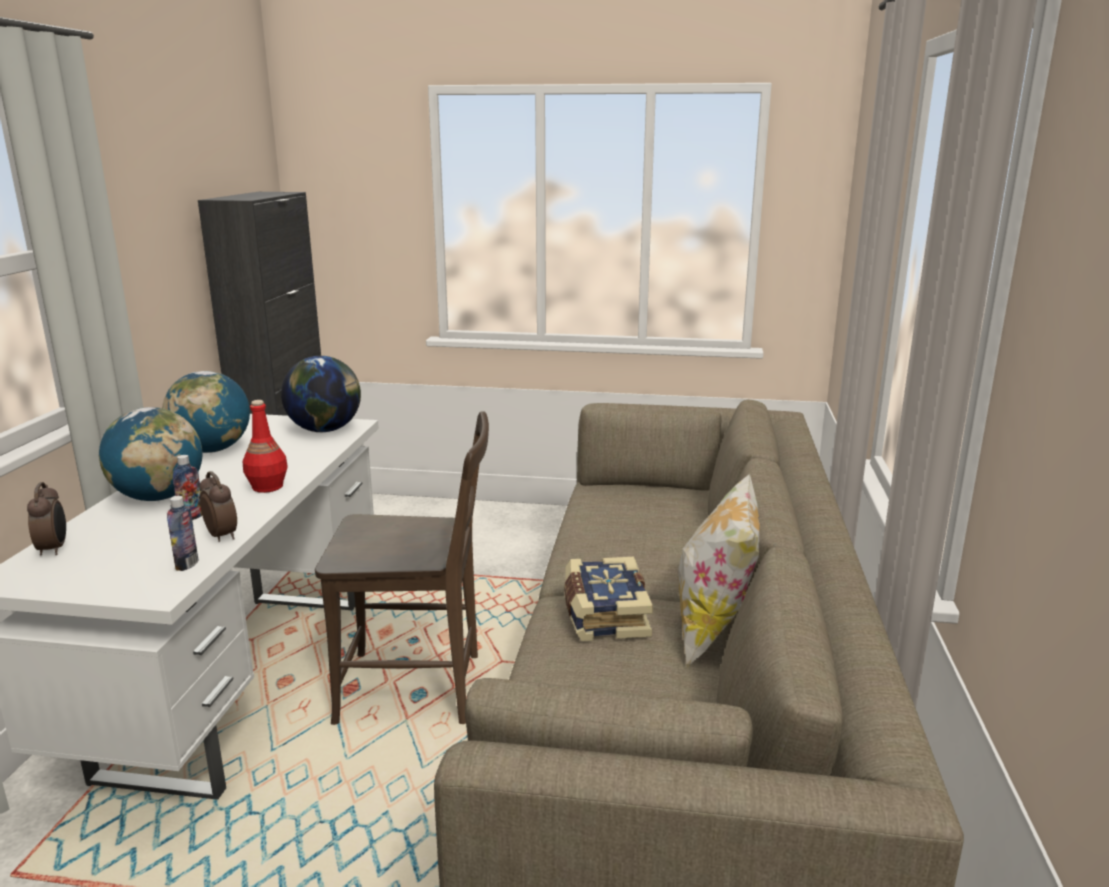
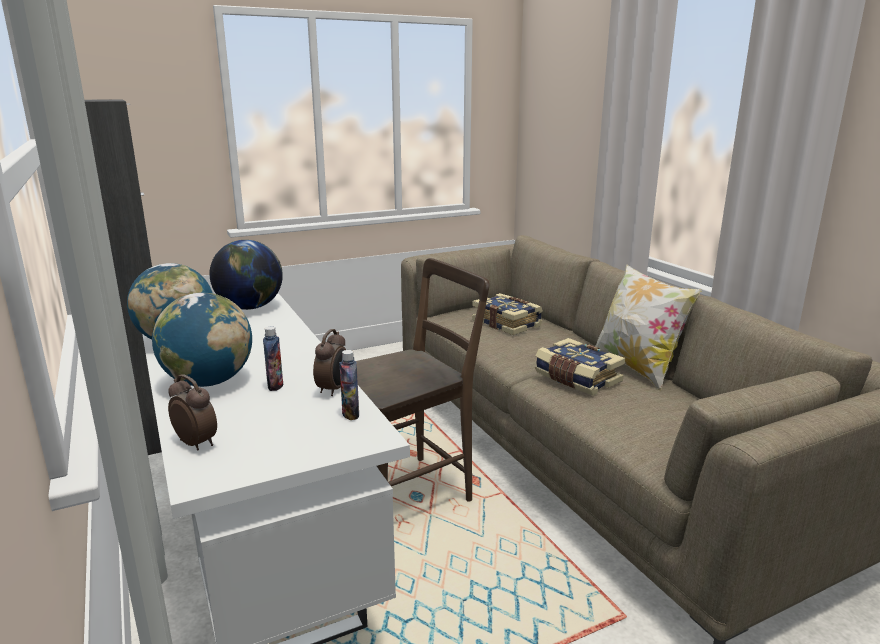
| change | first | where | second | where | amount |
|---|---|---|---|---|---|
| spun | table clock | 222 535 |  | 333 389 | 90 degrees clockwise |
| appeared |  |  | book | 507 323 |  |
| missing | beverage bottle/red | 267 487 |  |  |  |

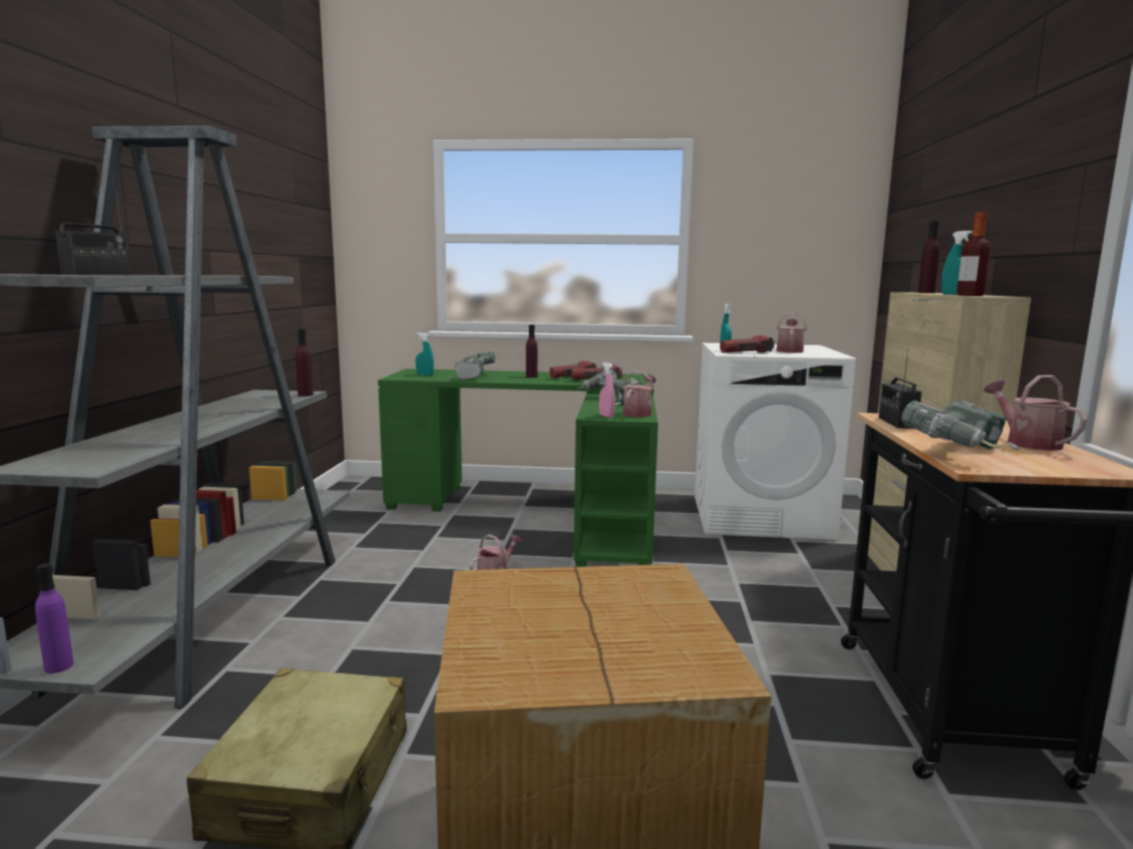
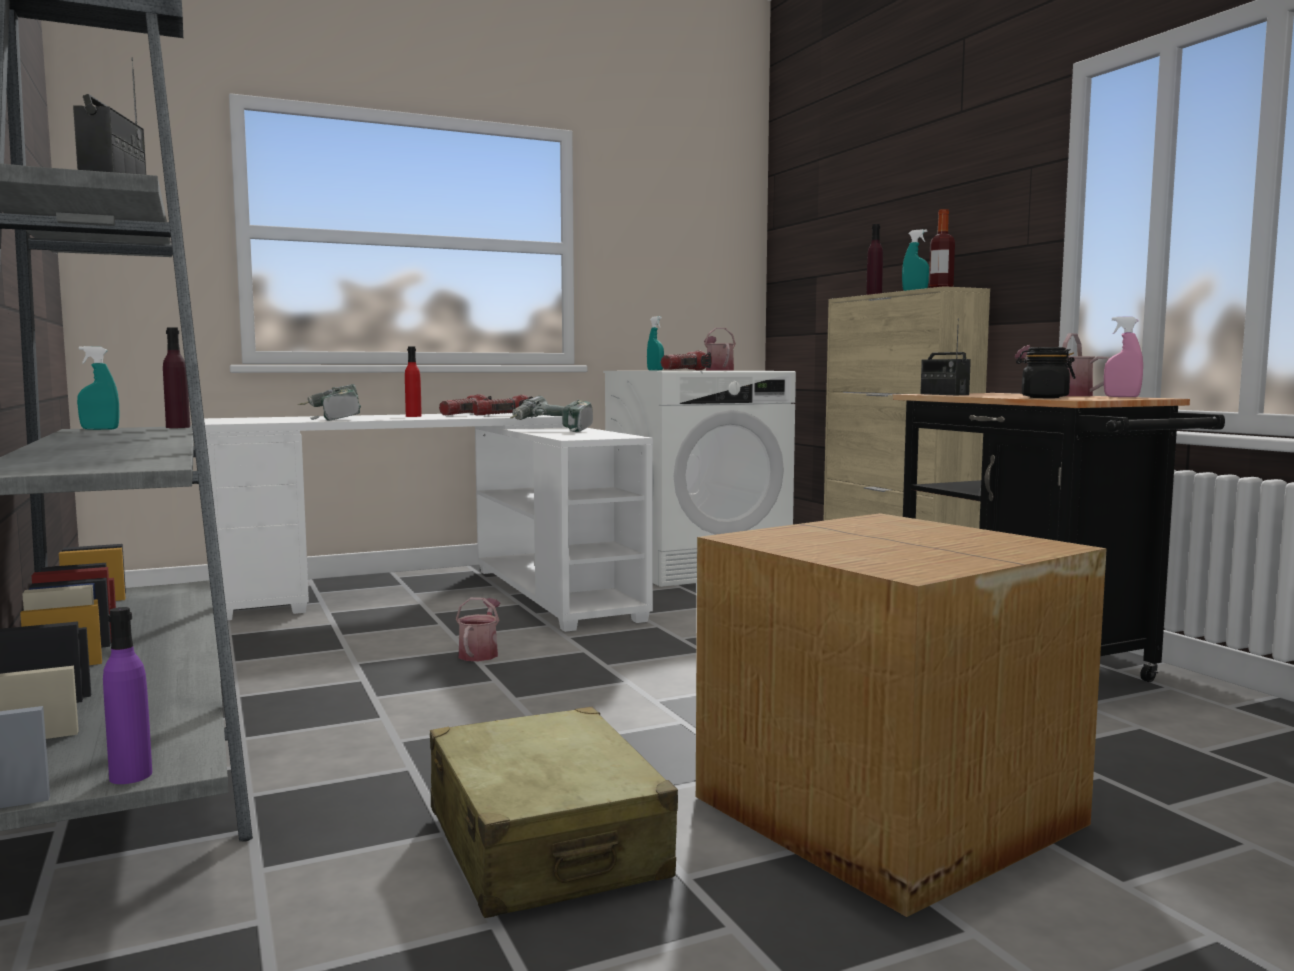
| change | first | where | second | where | amount |
|---|---|---|---|---|---|
| relocated | spray bottle/blue-green | 425 374 |  | 100 429 |  |
| colour | desk table/green-coloured | 543 511 | desk table/white | 448 594 |  |
| colour | beverage bottle/purplish | 531 377 | beverage bottle/red | 413 416 |  |
| exchanged | drill | 962 453 | storage jar/black-coloured | 1044 397 |  |
| relocated | spray bottle/pink | 606 416 |  | 1121 397 |  |
| missing | watering pot | 638 413 |  |  |  |

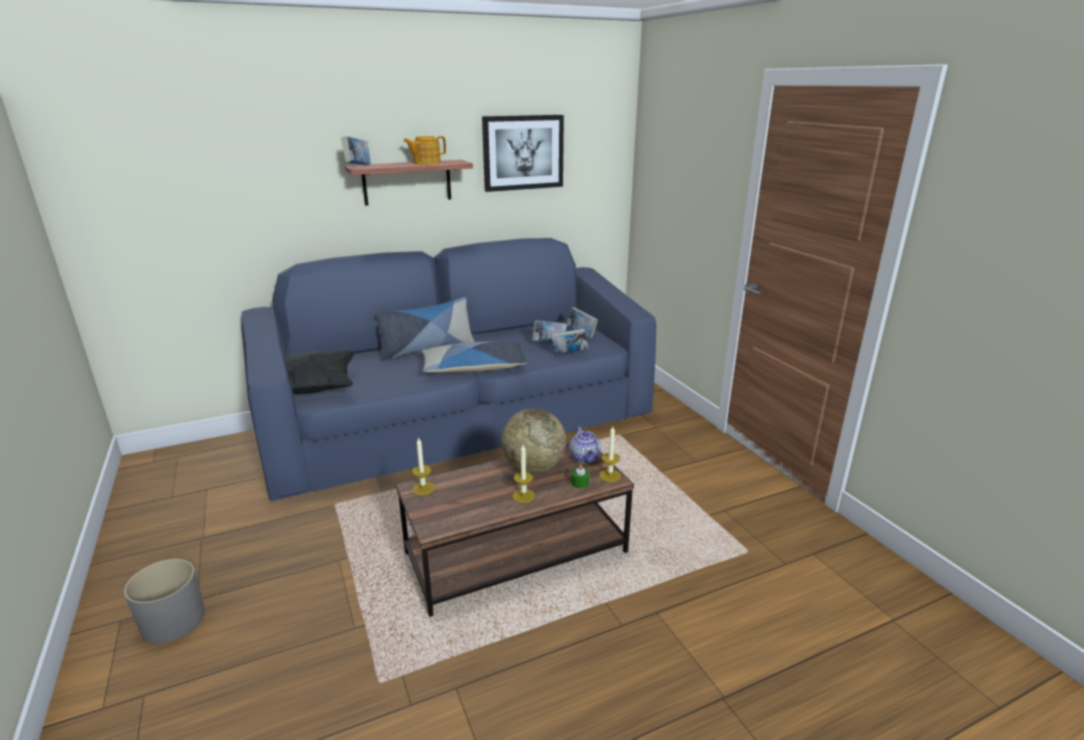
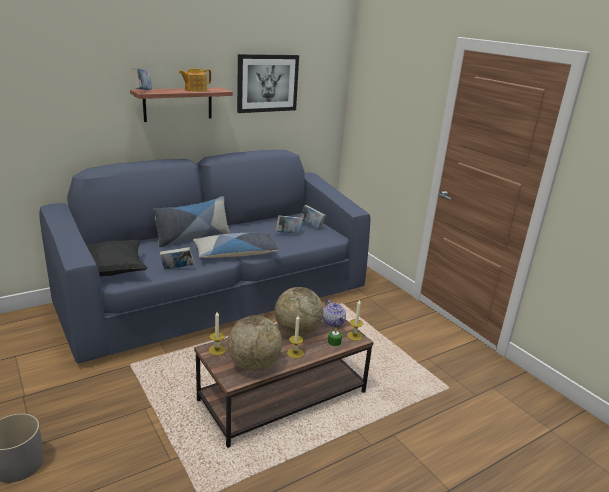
| change | first | where | second | where | amount |
|---|---|---|---|---|---|
| relocated | book | 569 354 |  | 177 269 |  |
| appeared |  |  | desk globe | 254 364 |  |

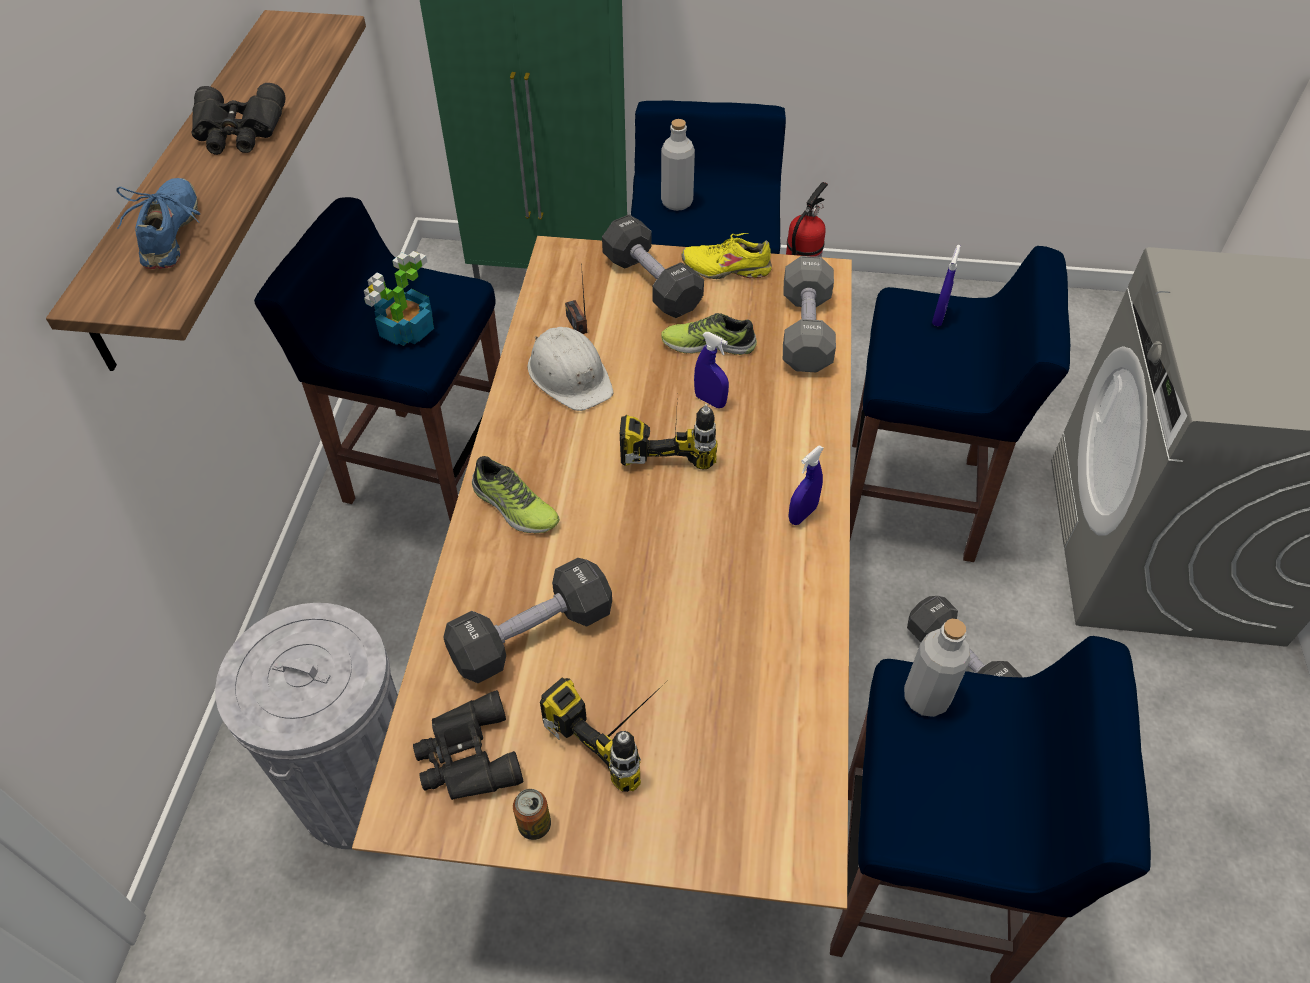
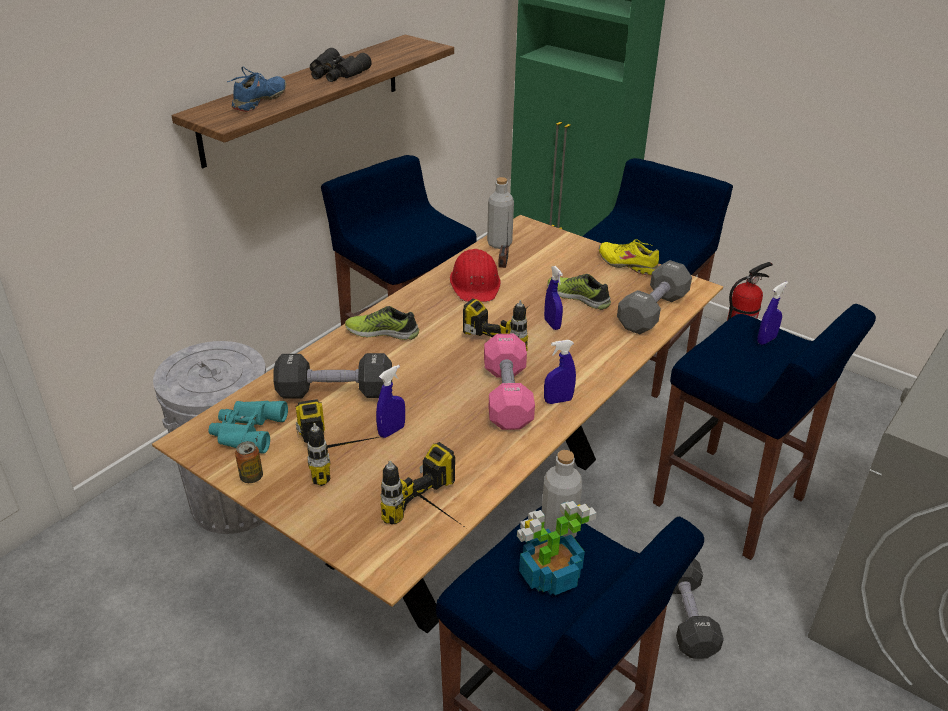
| change | first | where | second | where | amount |
|---|---|---|---|---|---|
| colour | pair of binoculars/black-coloured | 466 757 | pair of binoculars/blue-green | 246 431 |  |
| spun | shoe | 514 507 |  | 382 332 | 120 degrees clockwise |
| appeared |  |  | spray bottle/bluish | 391 431 |  |
| appeared |  |  | drill | 437 517 |  |
| colour | safety helmet/white | 570 375 | safety helmet/red | 475 284 |  |
| appeared |  |  | free weight/pink | 507 396 |  |
| relocated | beverage bottle/greyish | 677 202 |  | 499 243 |  |
| relocated | houseplant | 406 331 |  | 549 574 |  |
| missing | free weight/black-coloured | 652 284 |  |  |  |

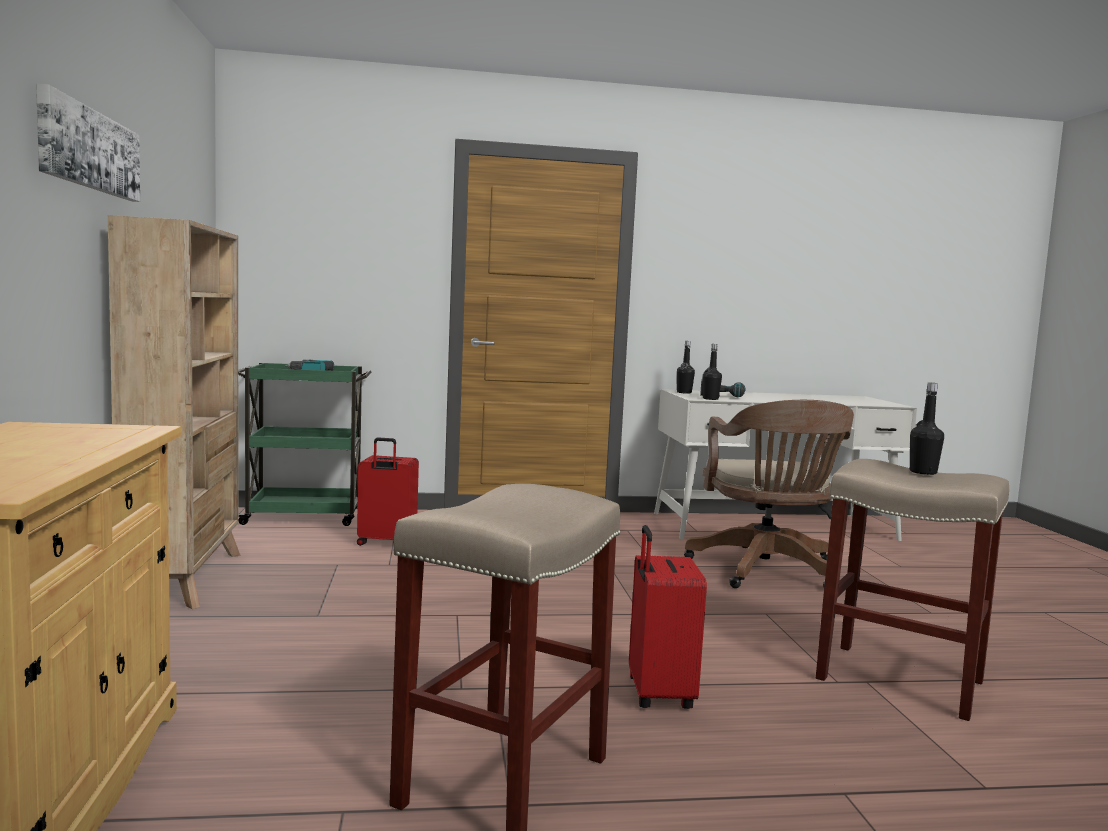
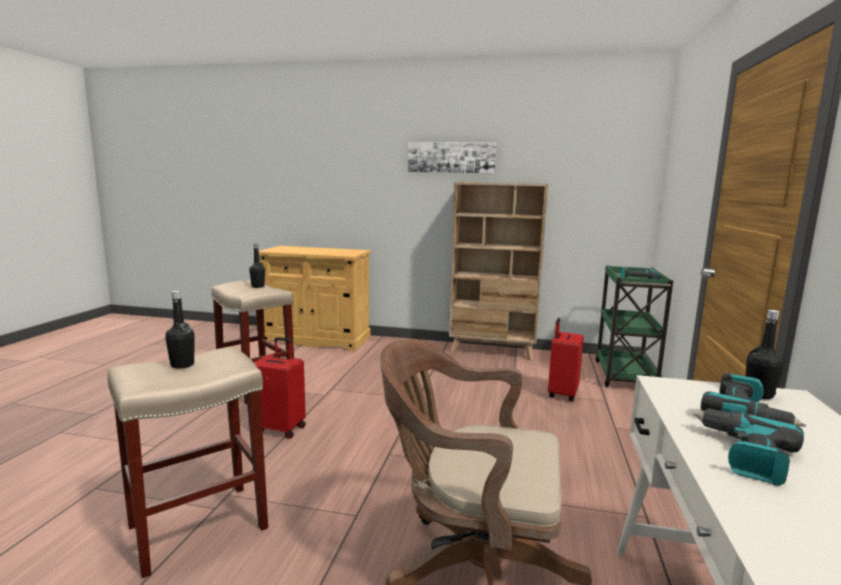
| change | first | where | second | where | amount |
|---|---|---|---|---|---|
| relocated | beverage bottle/black-coloured | 710 399 |  | 258 286 |  |
| appeared |  |  | drill | 744 455 |  |

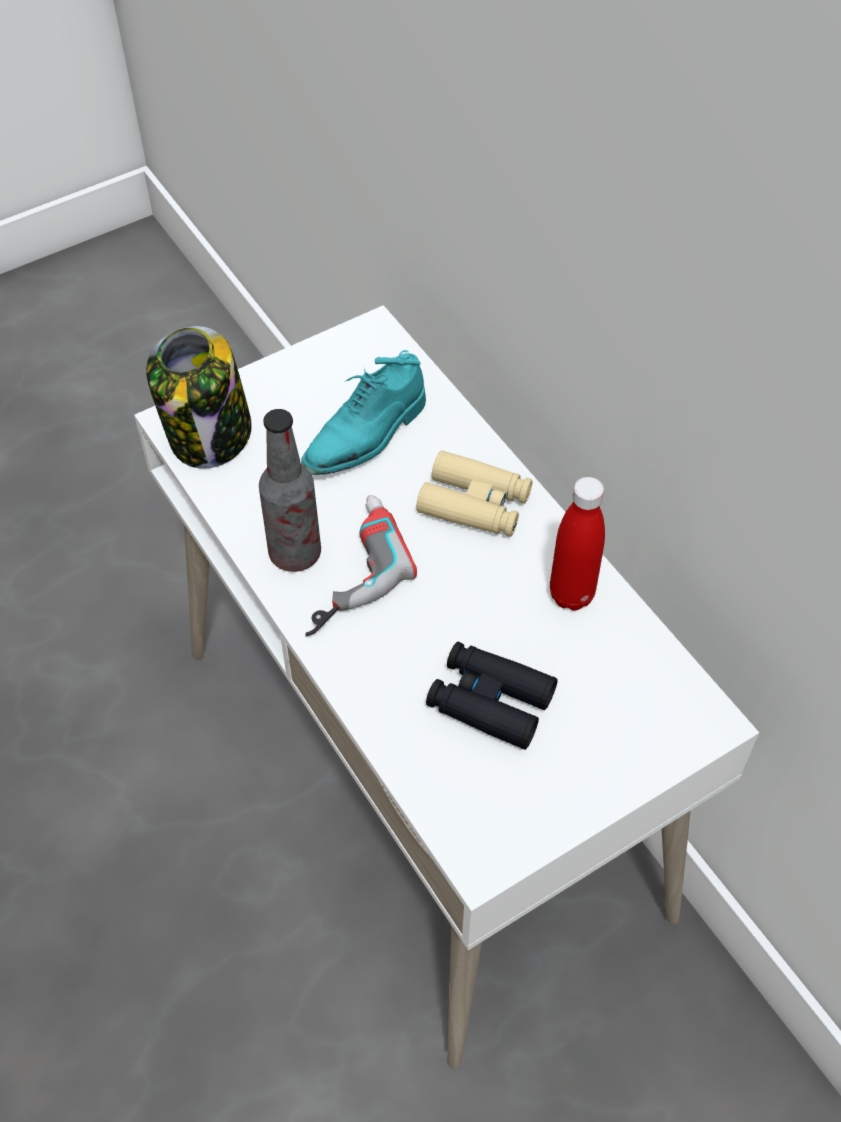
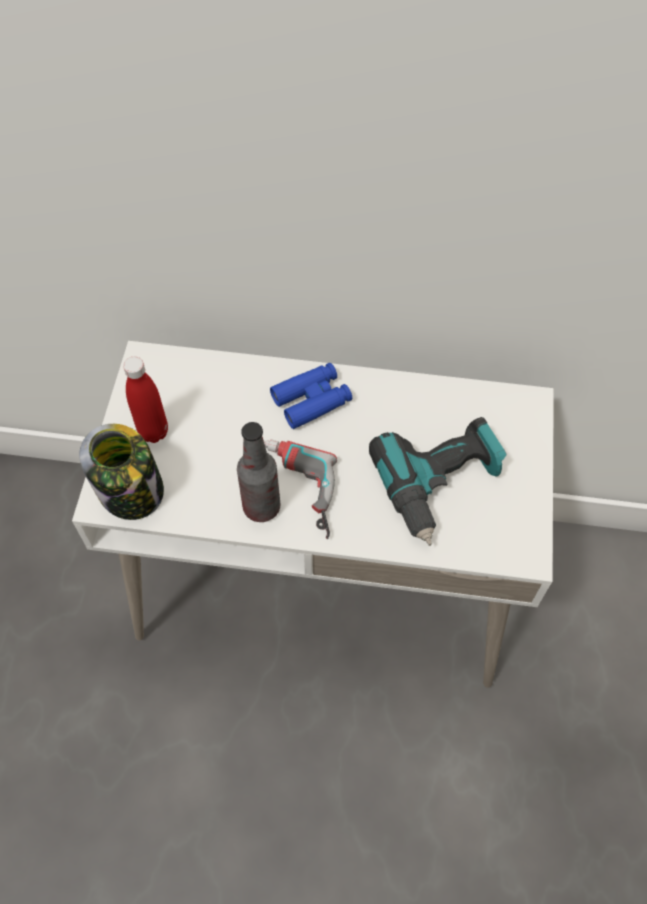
| change | first | where | second | where | amount |
|---|---|---|---|---|---|
| relocated | beverage bottle/red | 571 595 |  | 153 432 |  |
| colour | pair of binoculars/beige-coloured | 475 504 | pair of binoculars/bluish | 311 400 |  |
| exchanged | pair of binoculars/black-coloured | 490 701 | drill | 440 484 |  |
| missing | shoe/blue-green | 366 436 |  |  |  |

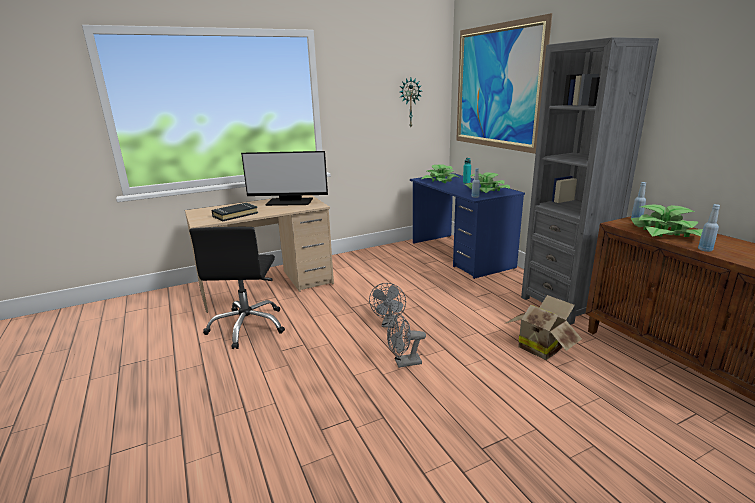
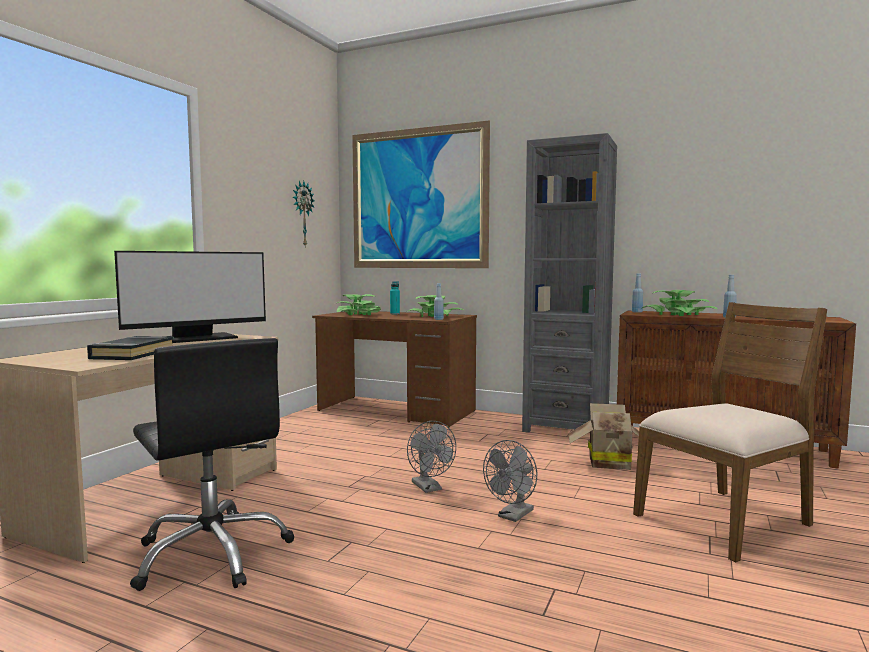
| change | first | where | second | where | amount |
|---|---|---|---|---|---|
| colour | desk table/bluish | 460 255 | desk table/brown-coloured | 396 411 |  |
| appeared |  |  | chair/brown-coloured | 725 520 |  |

